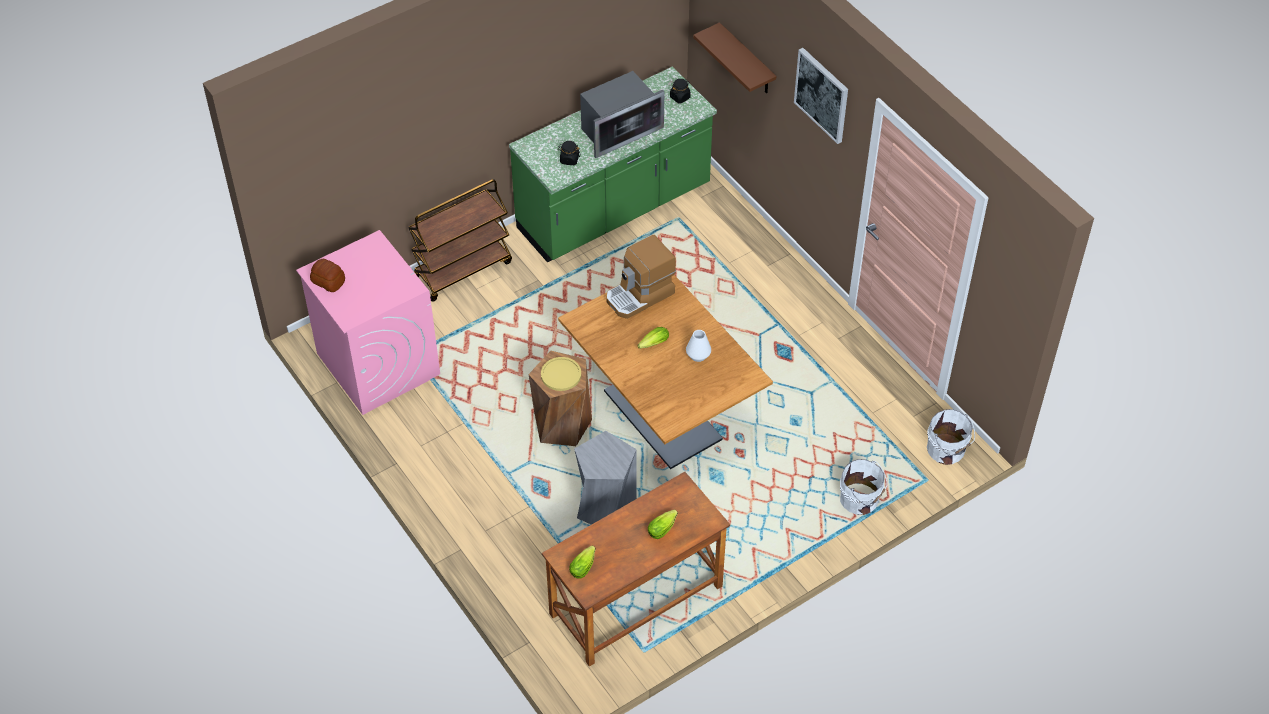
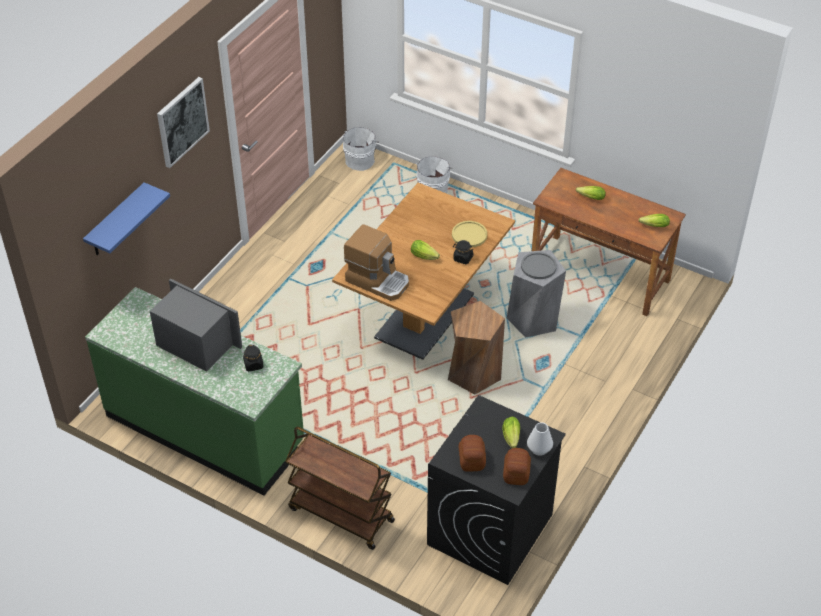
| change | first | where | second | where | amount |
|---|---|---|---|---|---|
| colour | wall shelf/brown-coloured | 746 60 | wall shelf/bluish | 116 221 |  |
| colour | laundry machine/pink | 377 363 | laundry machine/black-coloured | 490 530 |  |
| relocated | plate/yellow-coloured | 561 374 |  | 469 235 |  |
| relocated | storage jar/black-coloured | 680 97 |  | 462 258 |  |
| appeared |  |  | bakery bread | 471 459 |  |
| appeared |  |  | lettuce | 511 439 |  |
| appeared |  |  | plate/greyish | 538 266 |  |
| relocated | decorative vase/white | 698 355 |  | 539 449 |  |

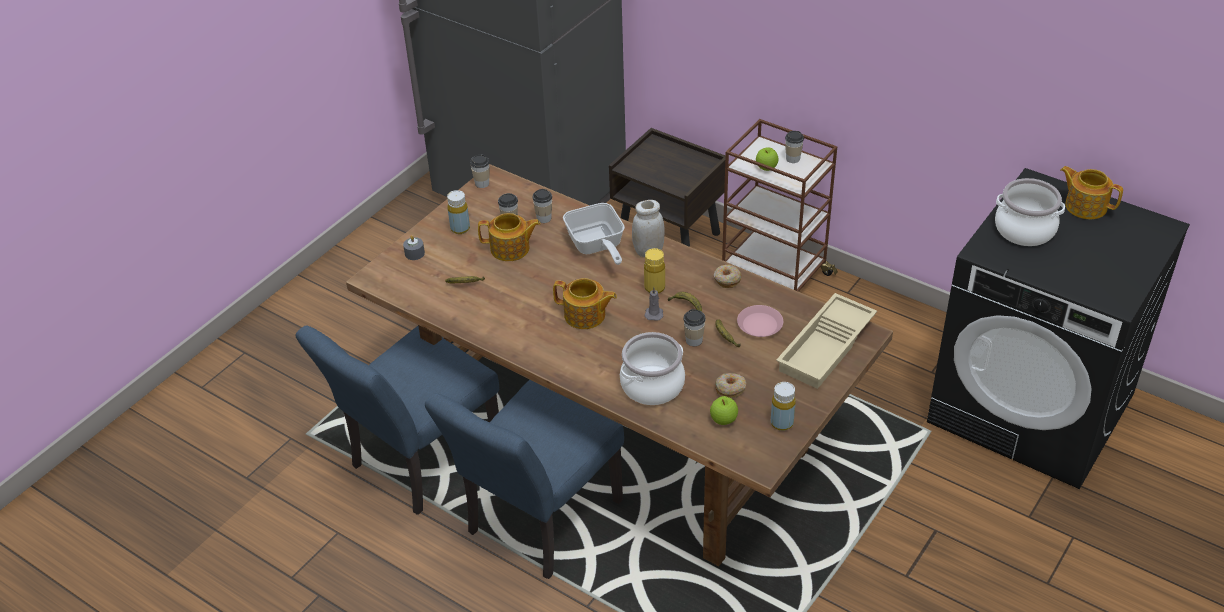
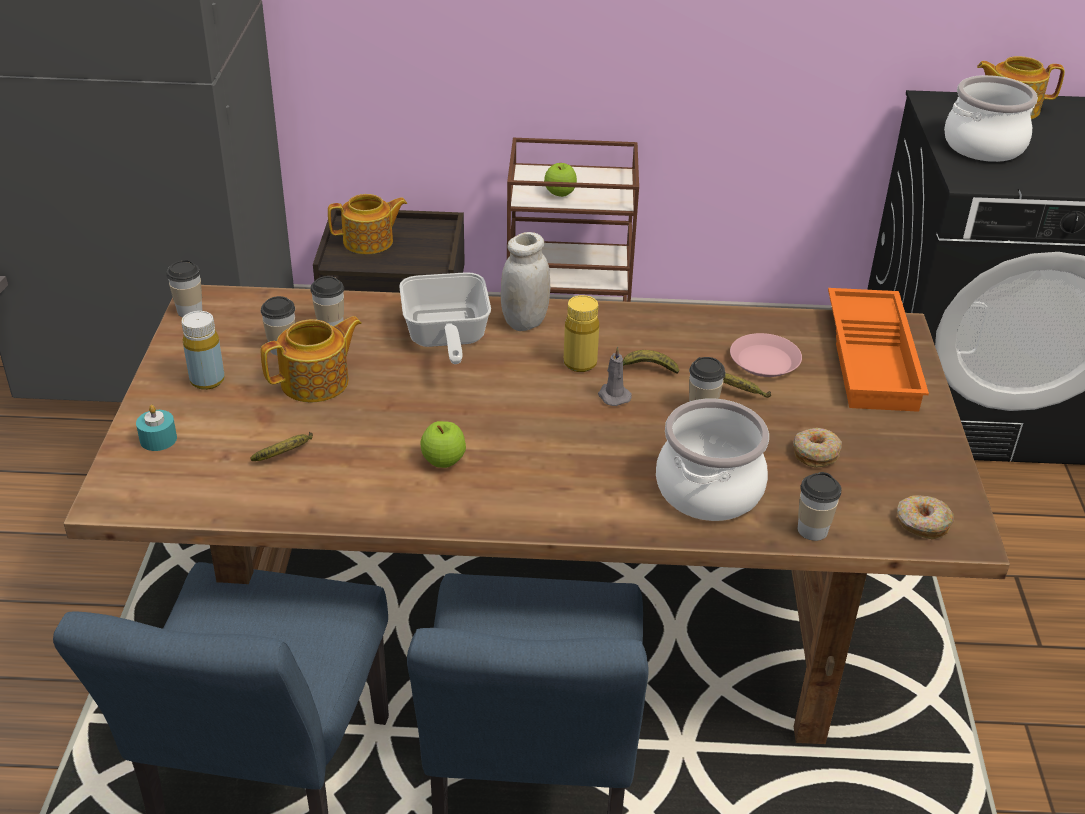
| change | first | where | second | where | amount |
|---|---|---|---|---|---|
| colour | wax candle/greyish | 414 253 | wax candle/blue-green | 158 439 |  |
| relocated | teapot | 585 316 |  | 369 242 |  |
| spun | skillet | 596 246 |  | 445 339 | 45 degrees clockwise |
| relocated | whole apple | 723 420 |  | 443 462 |  |
| relocated | cup | 793 159 |  | 812 530 |  |
| colour | tray/beige-coloured | 827 348 | tray/orange | 874 359 |  |
| relocated | doughnut | 727 280 |  | 922 524 |  |
| missing | beverage bottle/yellow-coloured | 782 423 |  |  |  |

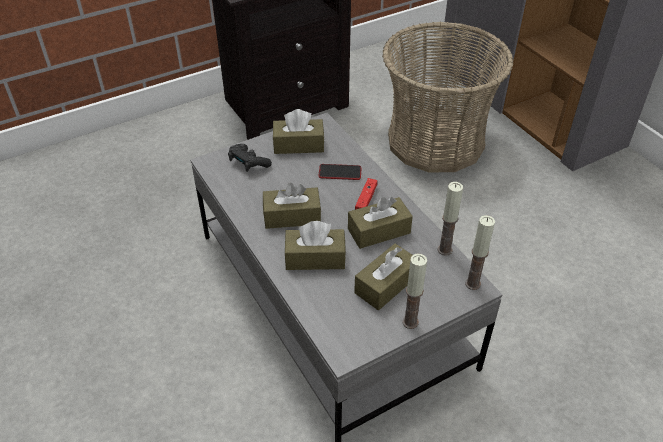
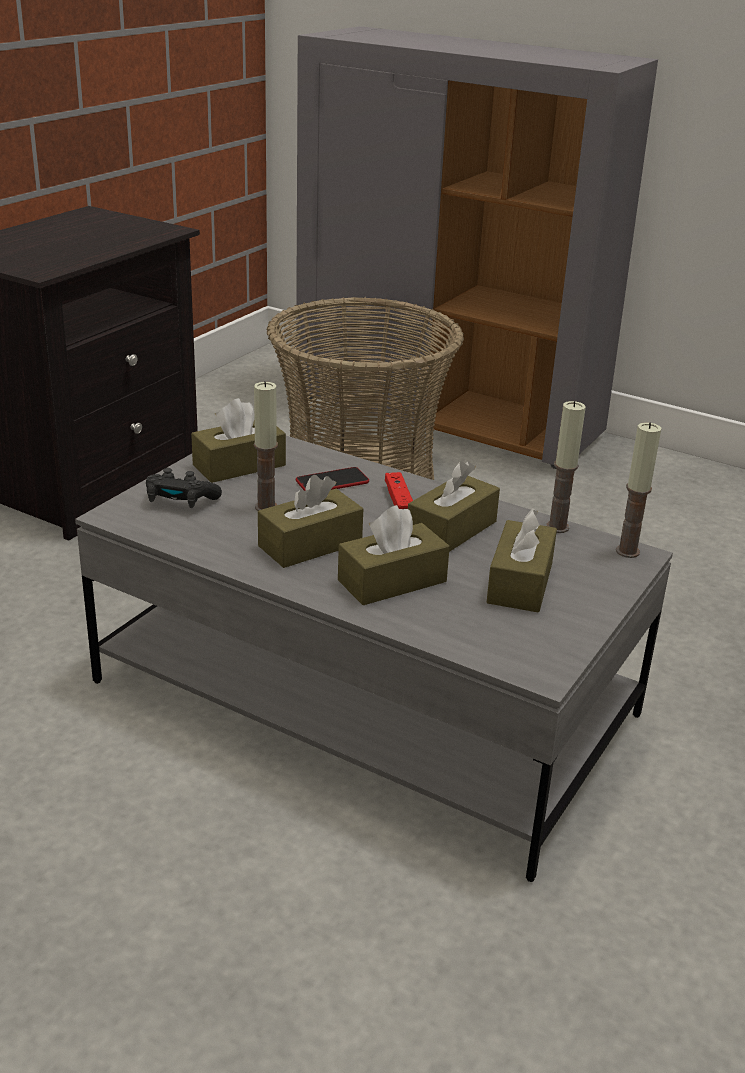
| change | first | where | second | where | amount |
|---|---|---|---|---|---|
| relocated | wax candle | 410 322 |  | 266 507 |  |

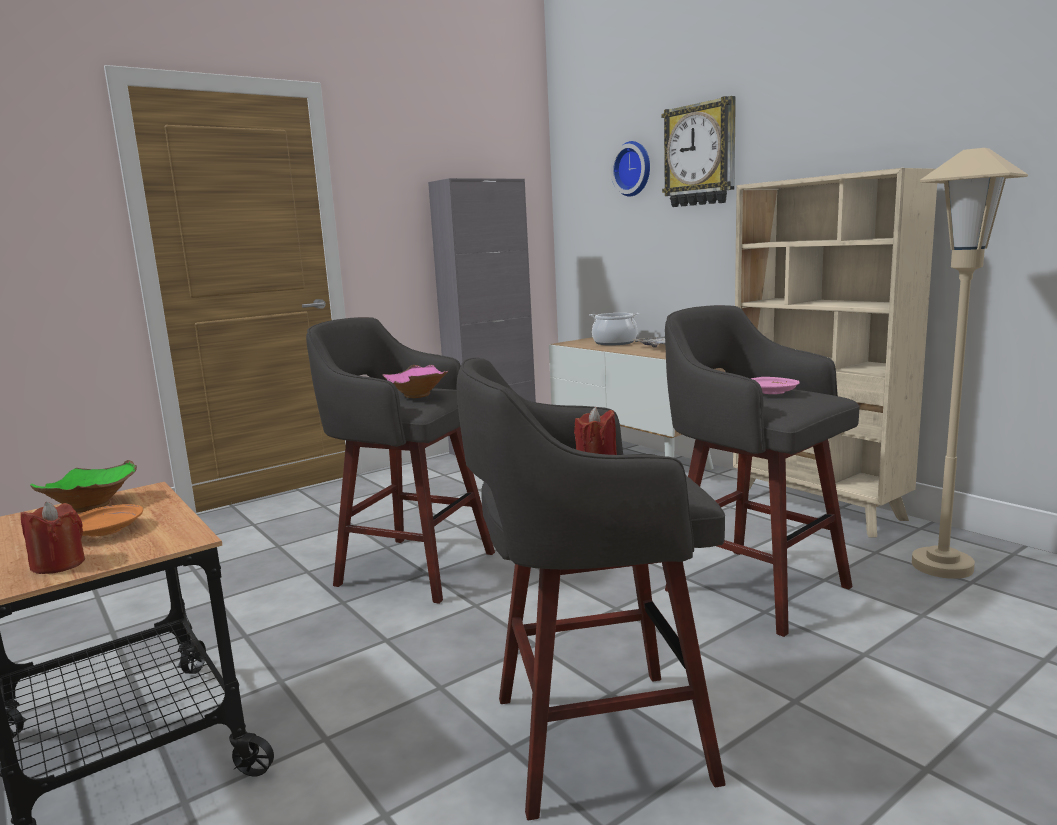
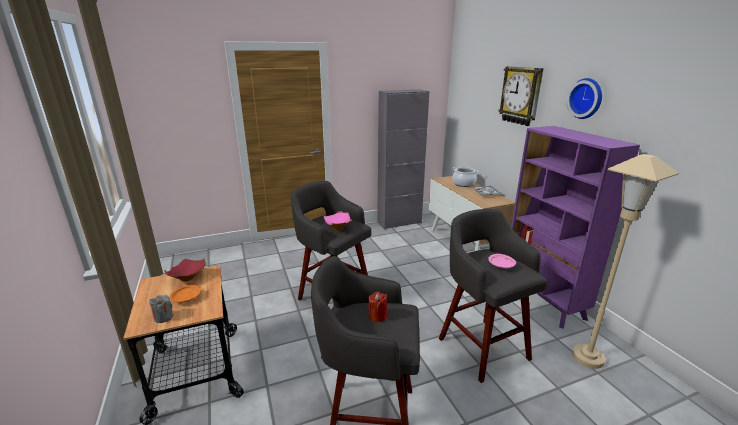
| change | first | where | second | where | amount |
|---|---|---|---|---|---|
| colour | wax candle/red | 59 564 | wax candle/greyish | 163 317 |  |
| colour | bowl/green-coloured | 92 507 | bowl/red | 188 278 |  |
| colour | shelving unit/beige-coloured | 817 508 | shelving unit/purplish | 542 300 |  |
| relocated | clock on the wall | 634 169 |  | 586 98 |  |

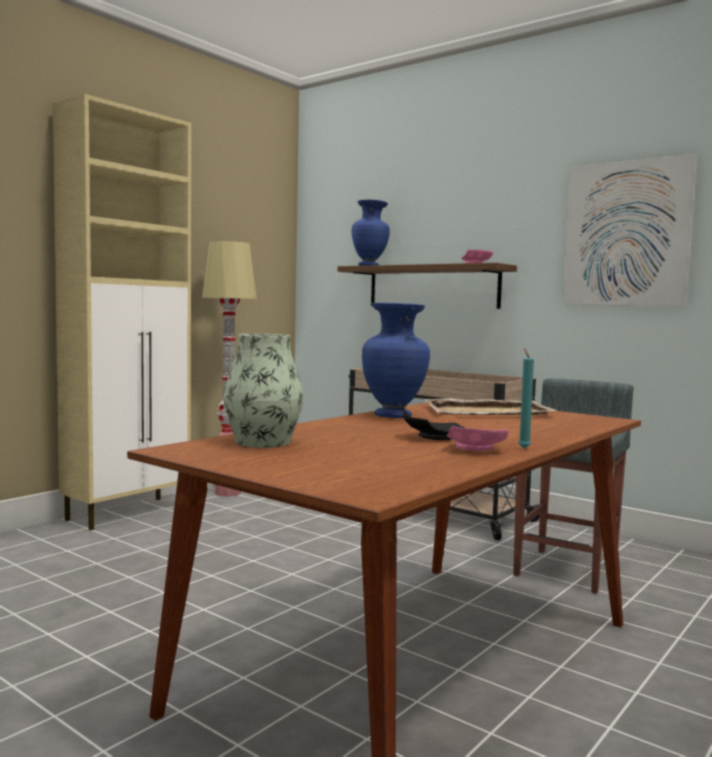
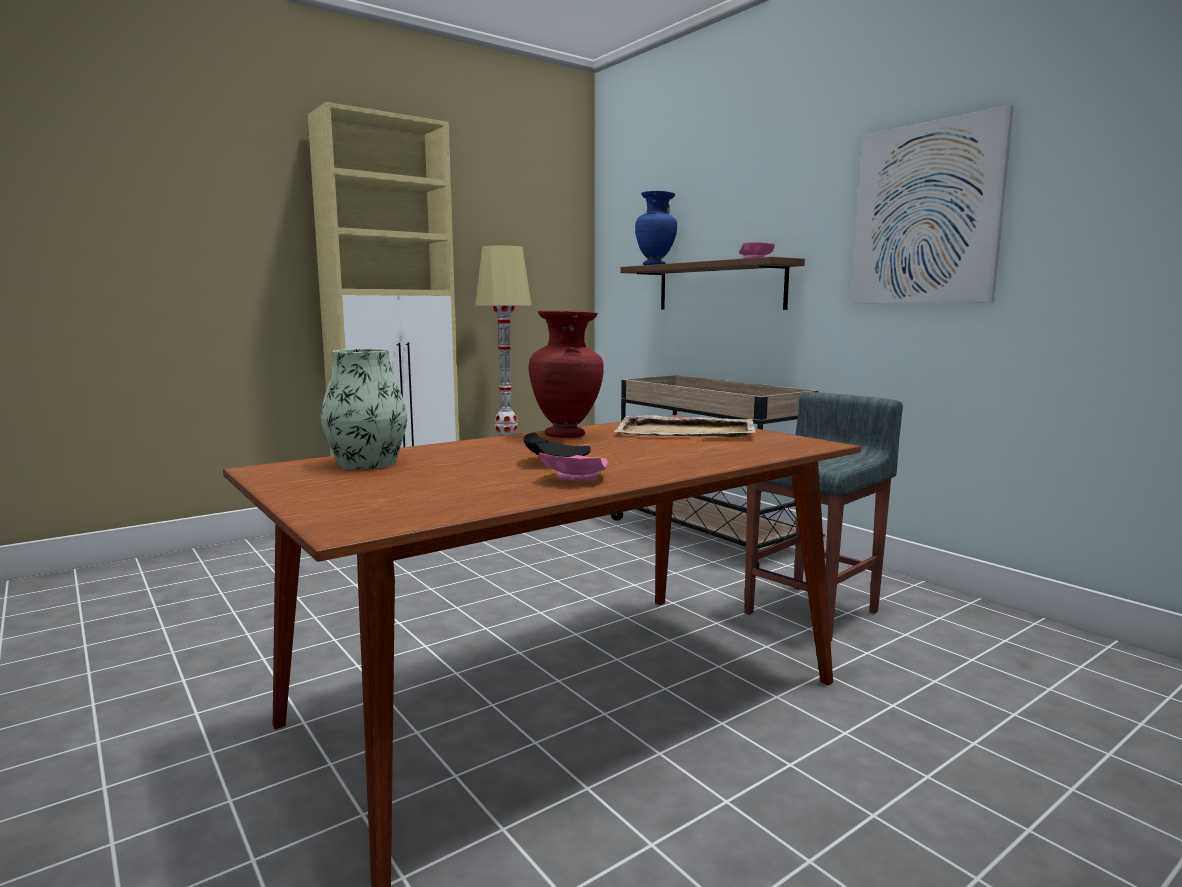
| change | first | where | second | where | amount |
|---|---|---|---|---|---|
| colour | decorative vase/bluish | 394 416 | decorative vase/red | 566 436 |  |
| missing | wax candle/blue-green | 523 448 |  |  |  |

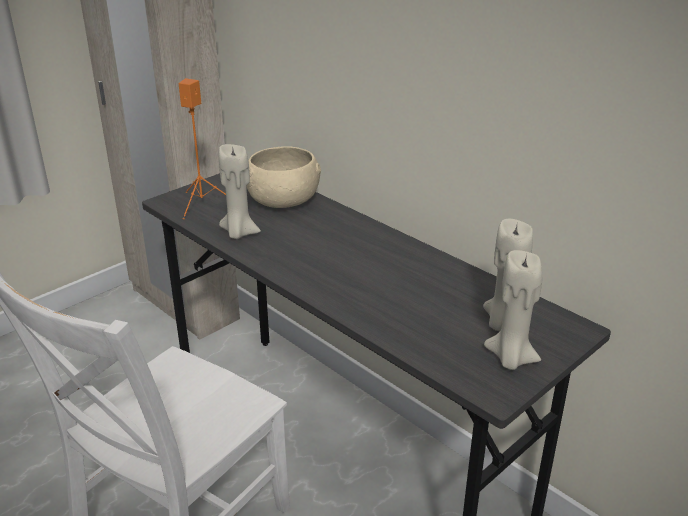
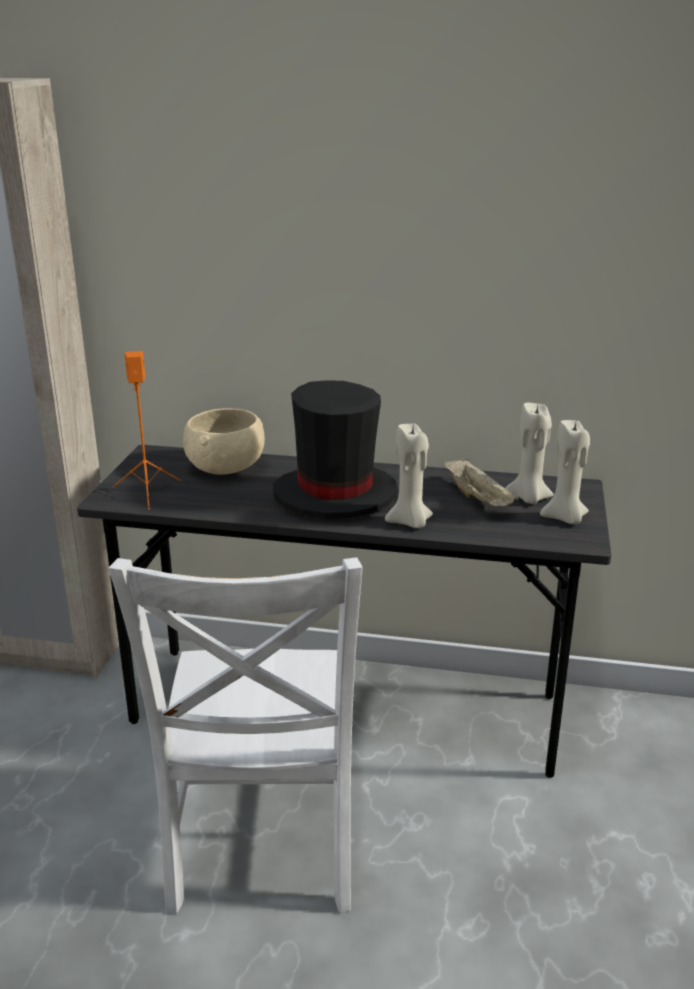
| change | first | where | second | where | amount |
|---|---|---|---|---|---|
| appeared |  |  | clothing hat/black-coloured | 334 495 |  |
| relocated | wax candle/beige-coloured | 239 233 |  | 410 522 |  |
| appeared |  |  | tray/beige-coloured | 479 499 |  |

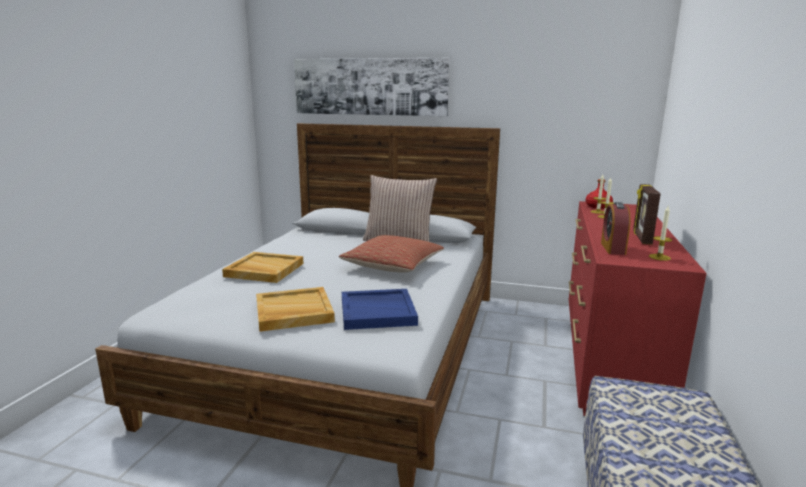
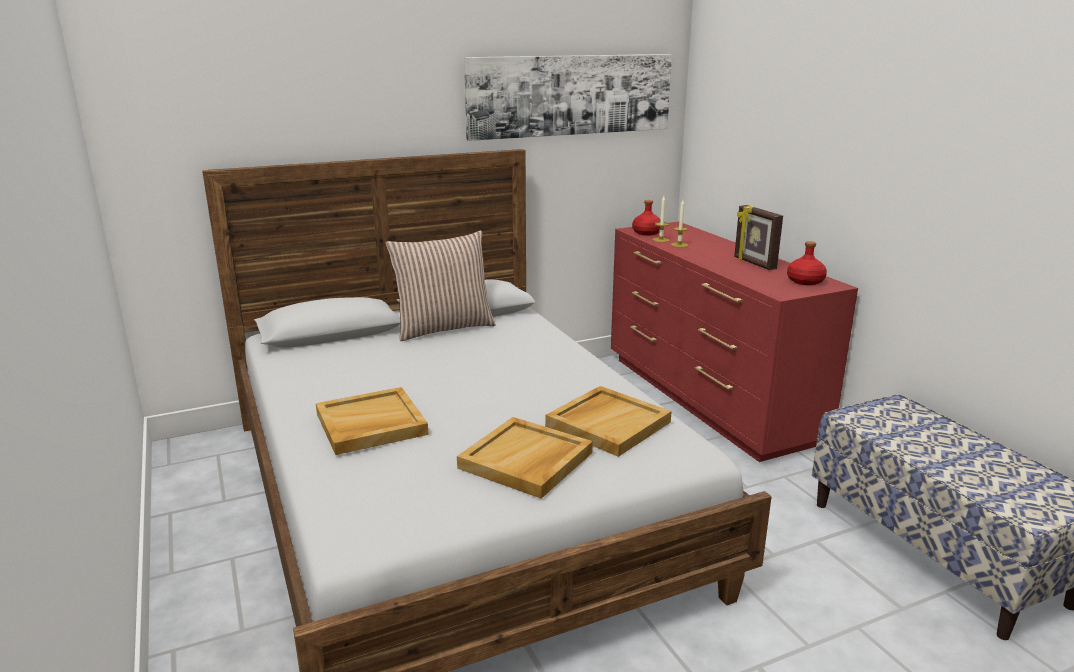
| change | first | where | second | where | amount |
|---|---|---|---|---|---|
| relocated | wall art | 369 87 |  | 571 95 |  |
| colour | tray/bluish | 378 311 | tray/beige-coloured | 608 423 |  |
| exchanged | wax candle | 659 257 | beverage bottle/red | 805 281 |  |
| missing | cushion | 393 265 |  |  |  |
| missing | table clock | 613 248 |  |  |  |

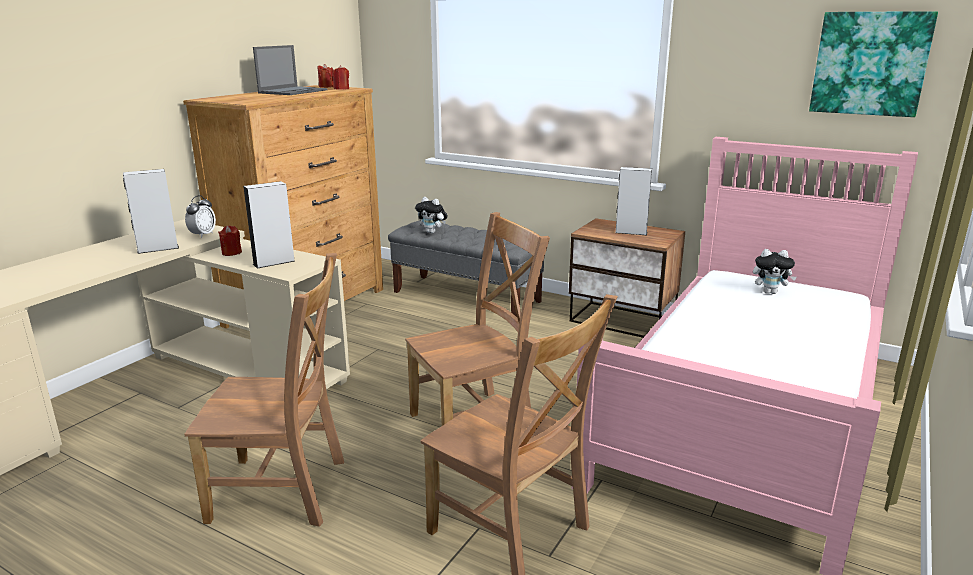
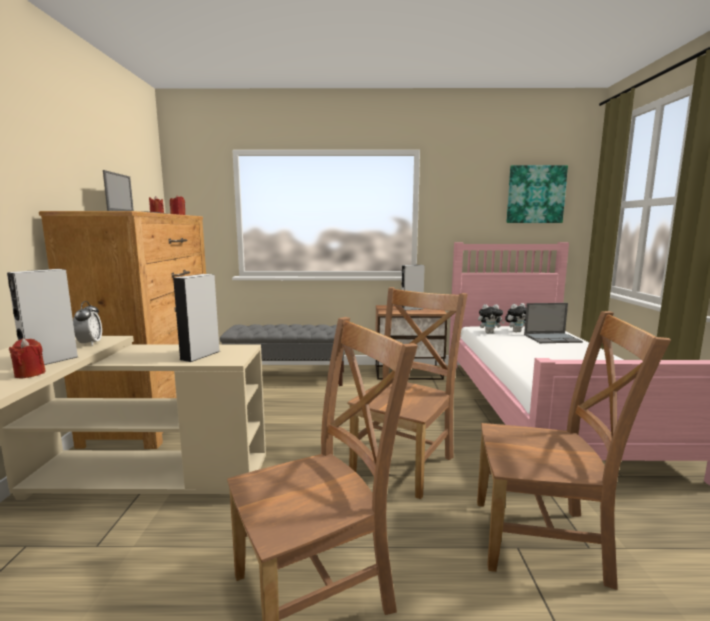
| change | first | where | second | where | amount |
|---|---|---|---|---|---|
| relocated | wax candle/red | 231 253 |  | 30 374 |  |
| relocated | cuddly toy | 432 232 |  | 489 332 |  |
| appeared |  |  | portable computer | 552 338 |  |

